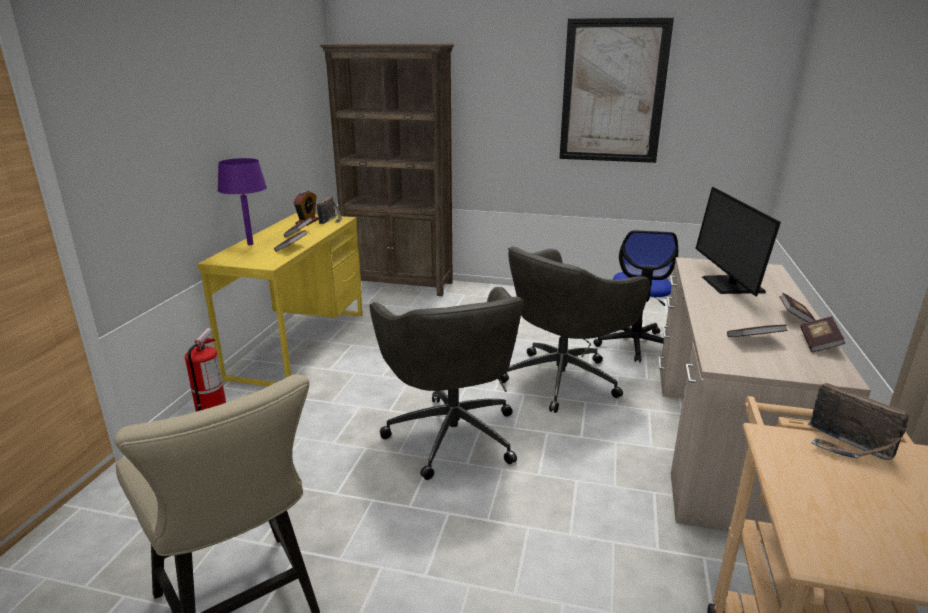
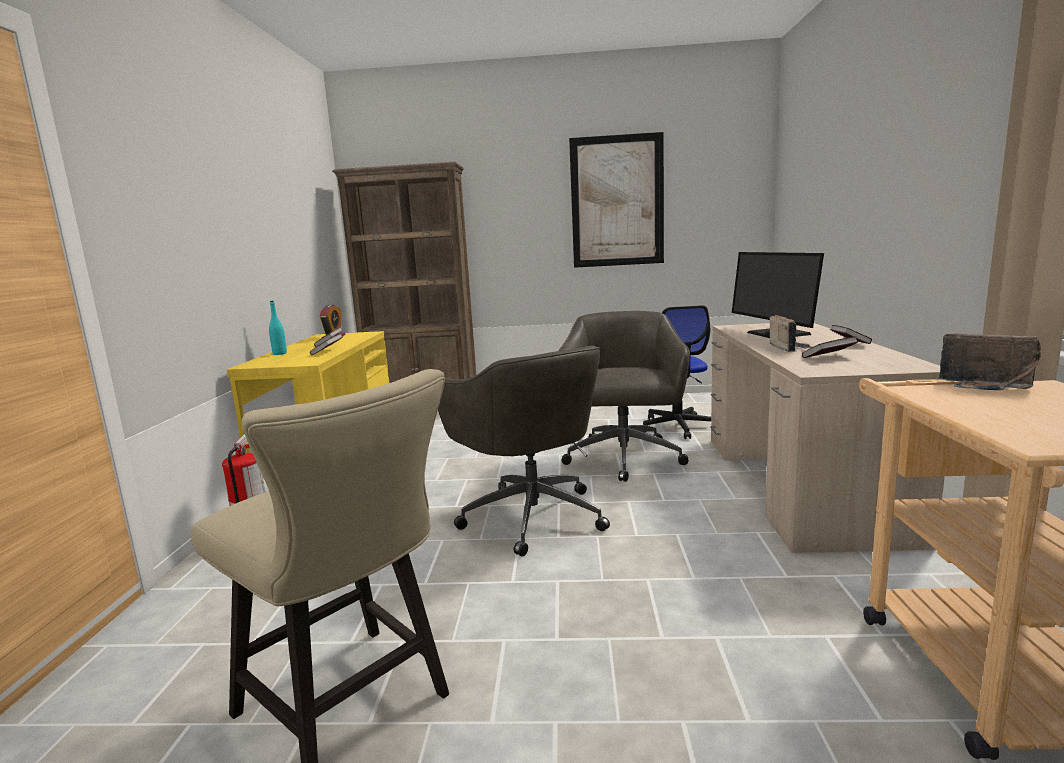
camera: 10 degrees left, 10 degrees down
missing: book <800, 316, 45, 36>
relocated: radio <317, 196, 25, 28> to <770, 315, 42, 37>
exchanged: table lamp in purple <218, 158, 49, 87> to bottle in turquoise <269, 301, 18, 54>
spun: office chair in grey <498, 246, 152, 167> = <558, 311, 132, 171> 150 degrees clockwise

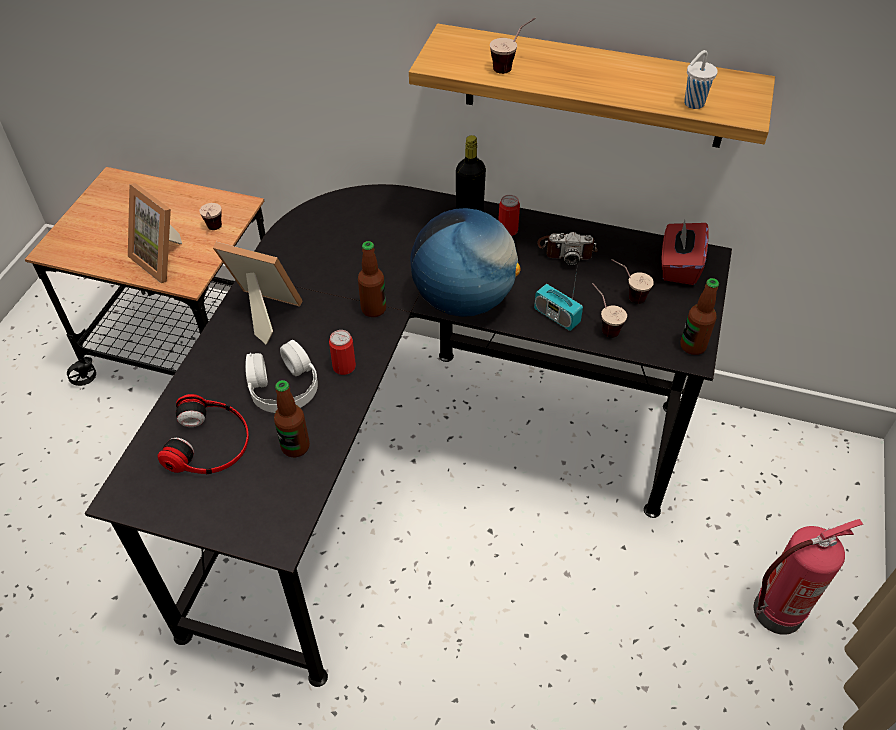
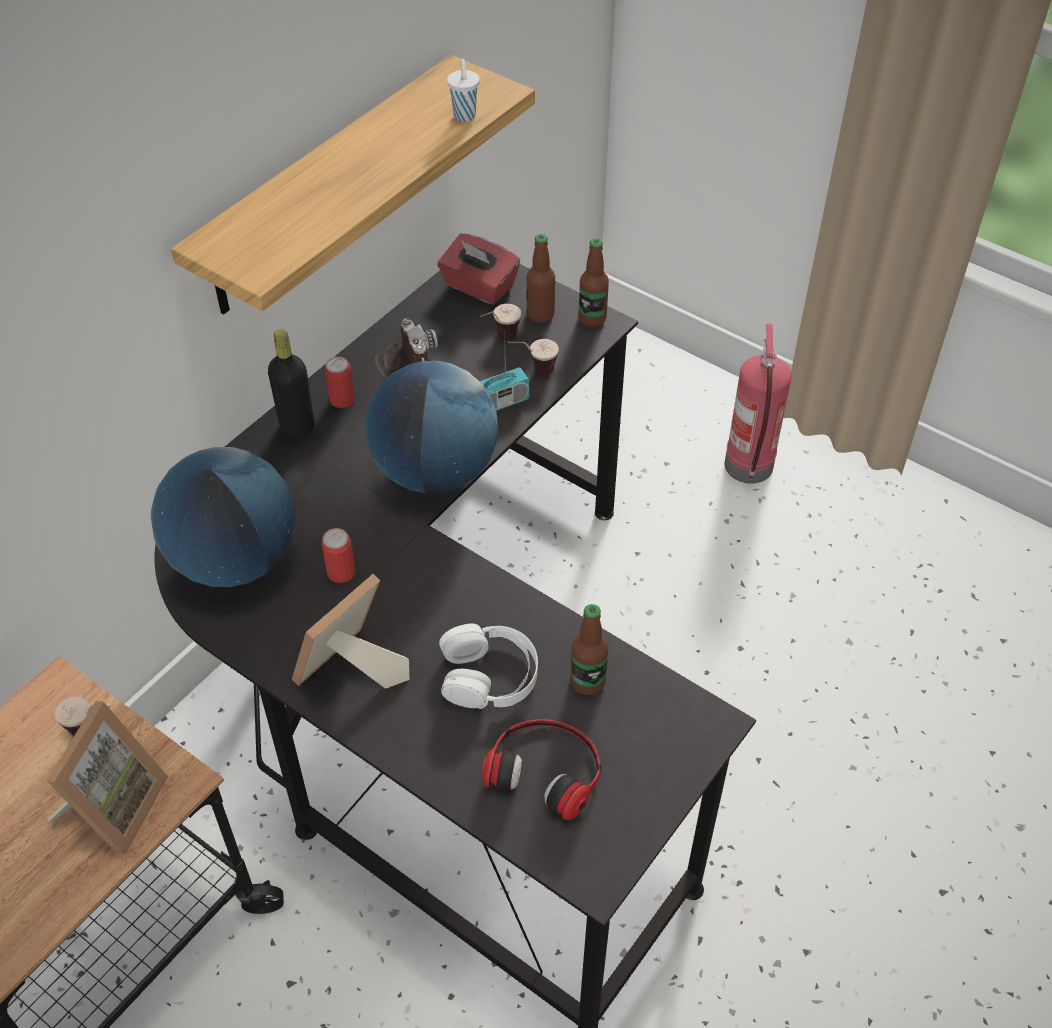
camera: 70 degrees left, 0 degrees up
missing: cup <490, 18, 46, 56>
appeared: globe <151, 447, 144, 140>
relocated: can <329, 330, 27, 45> to <322, 528, 34, 55>; bottle <358, 241, 28, 76> to <526, 234, 29, 88>
spun: picture frame <128, 183, 54, 100> = <47, 701, 121, 154> 45 degrees counterclockwise; photo camera <537, 232, 61, 33> = <374, 318, 65, 61> 45 degrees counterclockwise

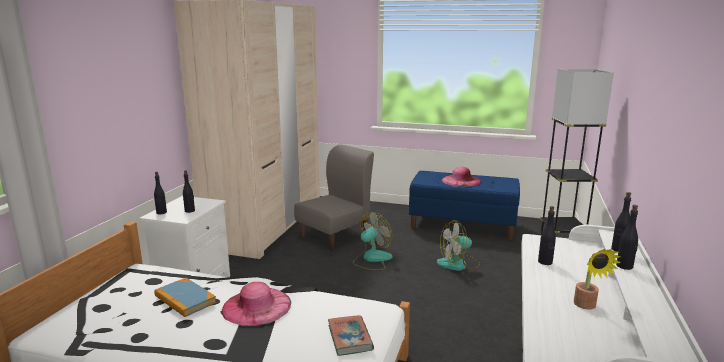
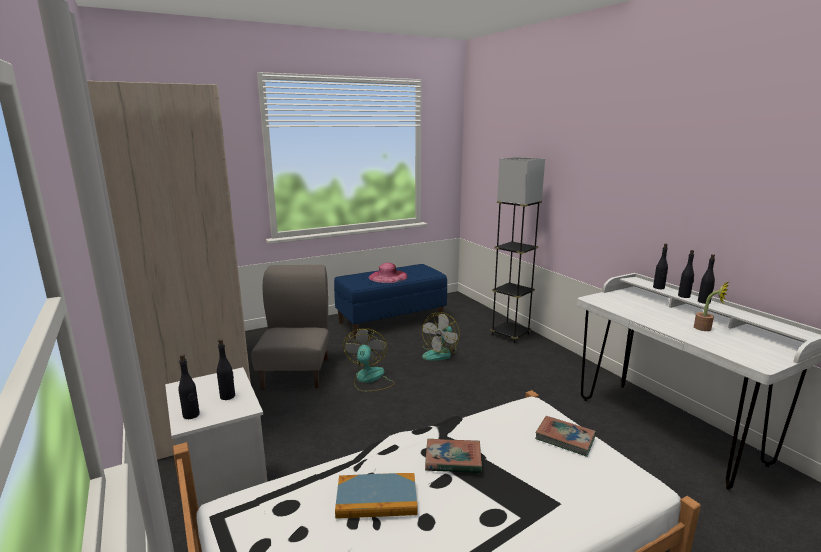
camera: 45 degrees left, 0 degrees up
relocated: bottle in black <538, 206, 18, 59> to <698, 254, 17, 50>
exchanged: hat in pink <222, 282, 69, 44> to book <425, 439, 57, 34>

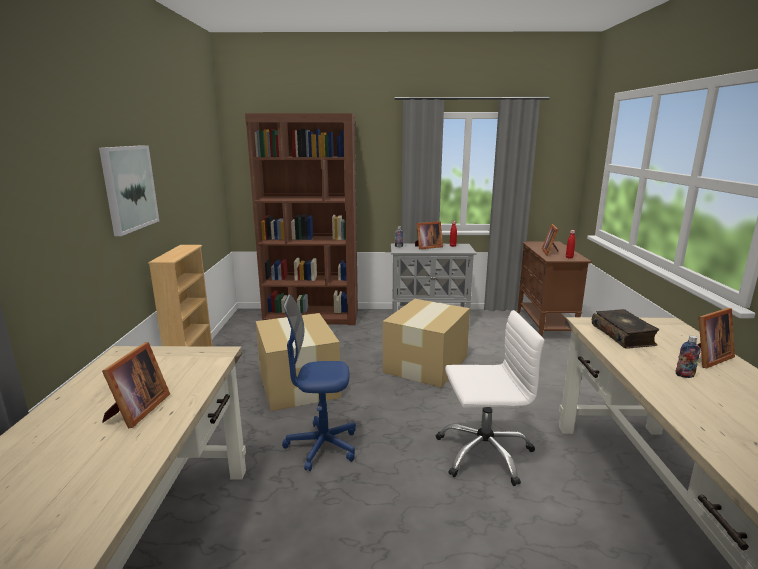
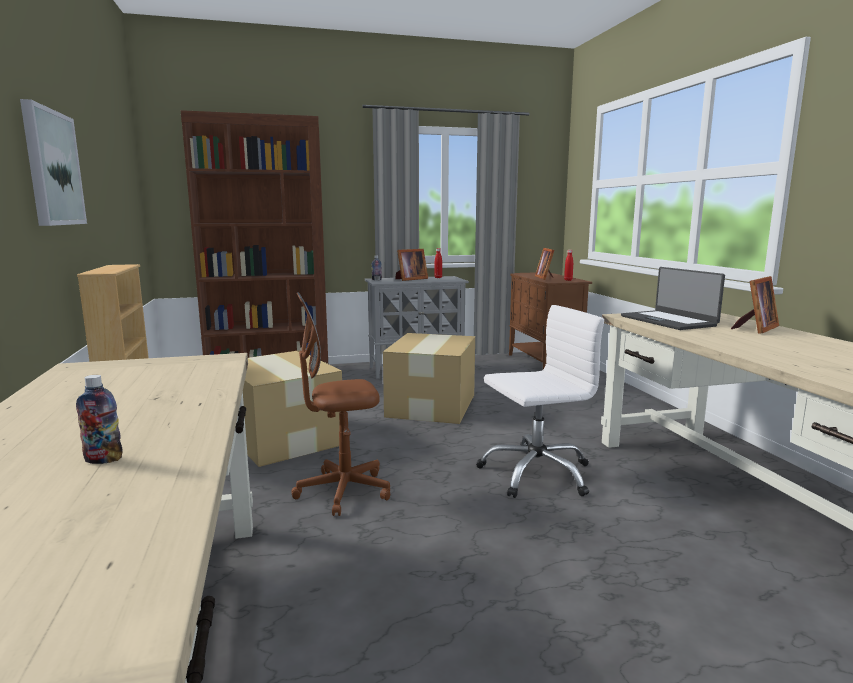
camera: 15 degrees left, 5 degrees down
missing: picture frame <102, 342, 68, 87>
relocated: bottle <676, 335, 25, 43> to <76, 375, 47, 89>
exchanged: book <592, 309, 67, 39> to laptop <621, 267, 104, 63>
colour: office chair in blue <282, 294, 74, 177> to office chair in brown <291, 292, 99, 224>

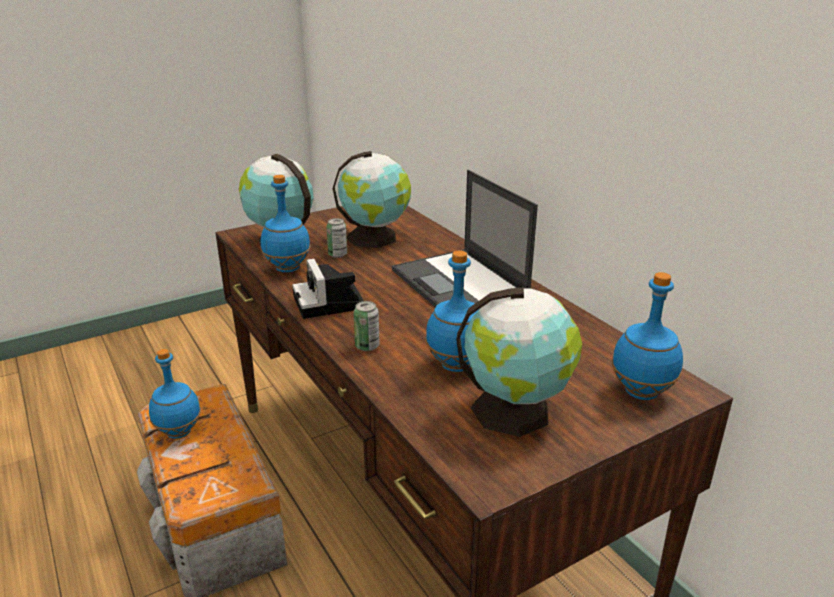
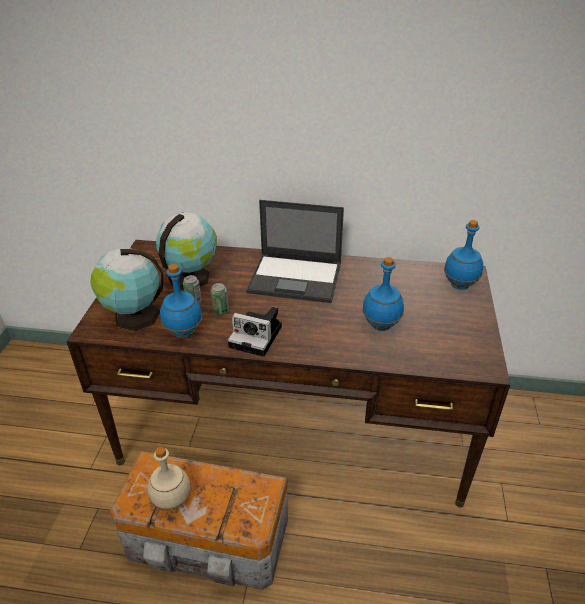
camera: 50 degrees left, 10 degrees up
missing: globe <456, 288, 126, 149>
relocated: can <353, 301, 26, 50> to <210, 283, 19, 32>
colour: bottle in blue <149, 349, 52, 90> to bottle in beige <148, 447, 43, 64>

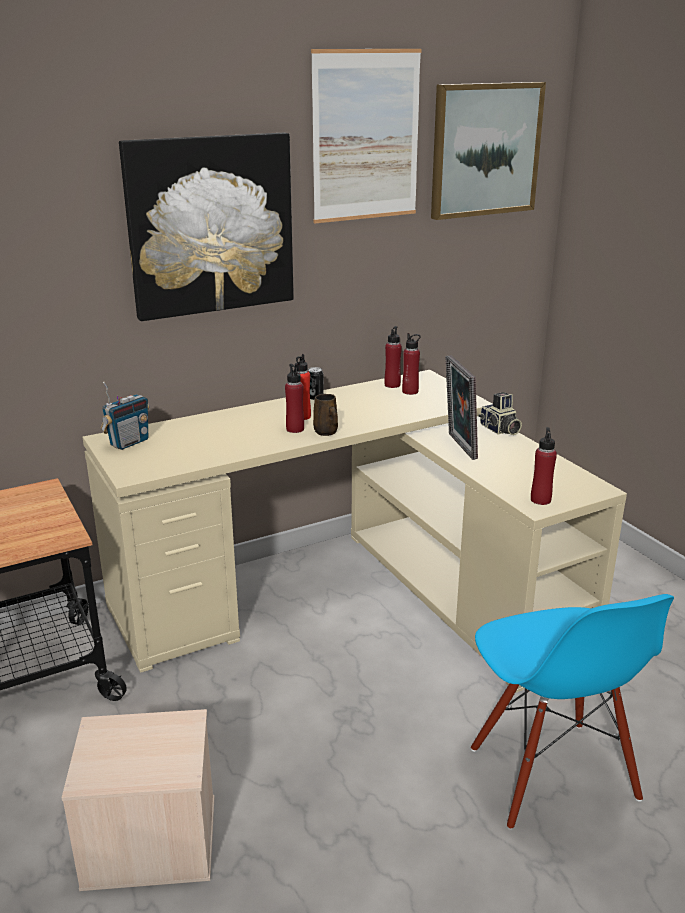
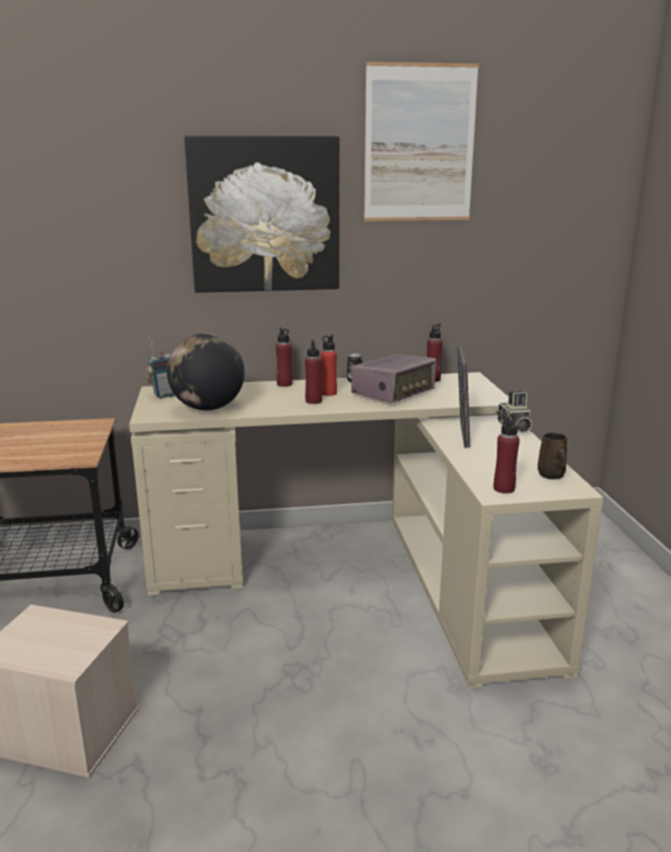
camera: 20 degrees right, 5 degrees down
missing: picture <431, 82, 115, 138>; chair in blue <471, 594, 203, 236>
appeared: globe <167, 333, 78, 78>; radio <351, 354, 86, 49>
relocated: mug in brown <313, 394, 25, 42> to <538, 432, 29, 47>; bottle in red <402, 333, 19, 62> to <276, 328, 16, 59>

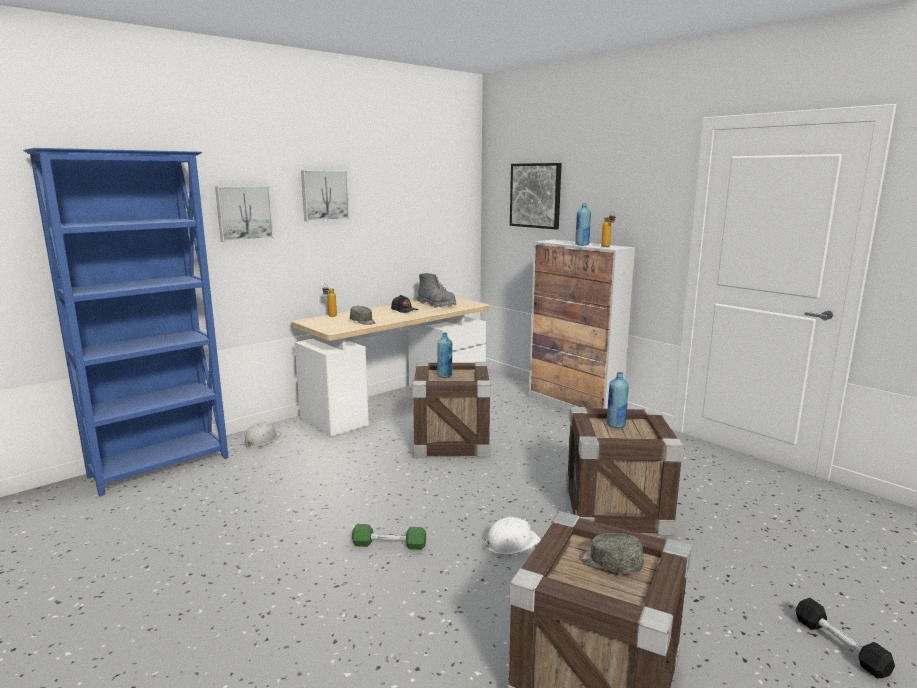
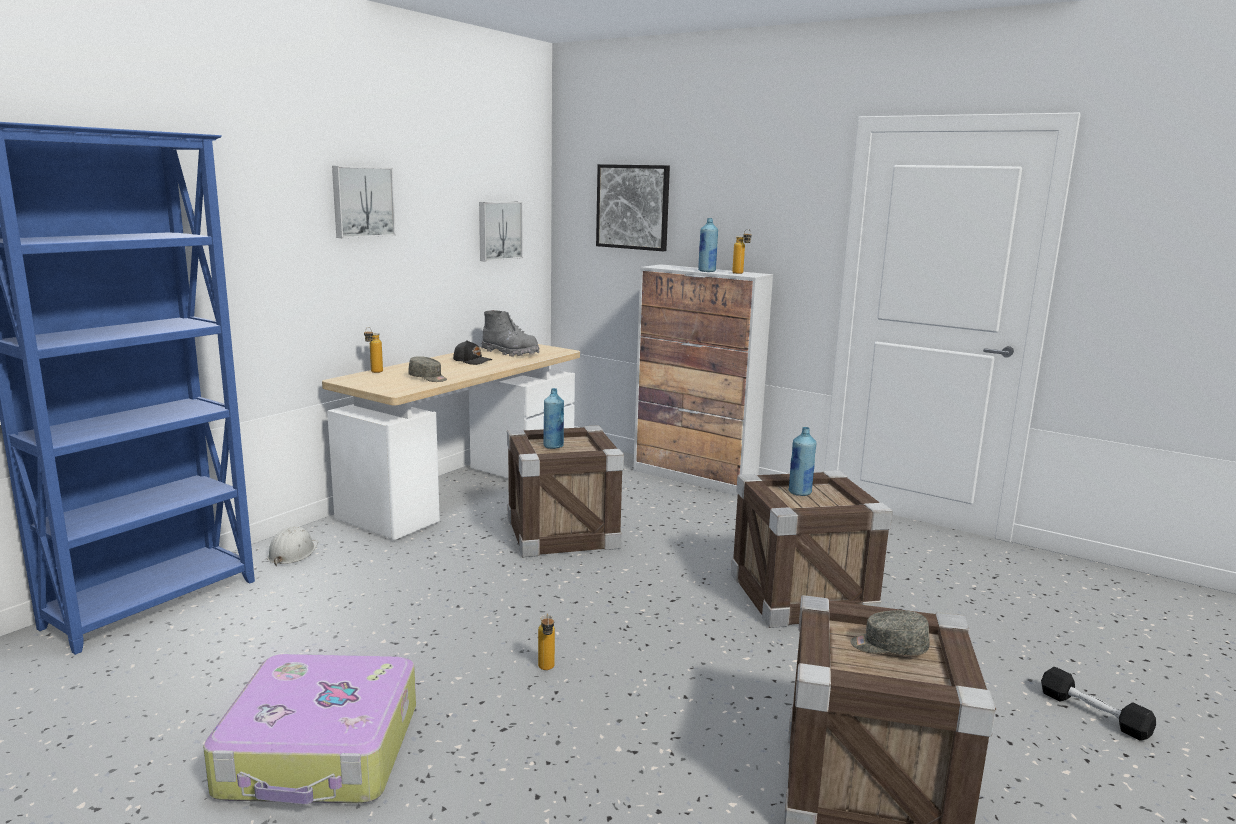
camera: 15 degrees left, 0 degrees up
missing: hard hat in white <484, 517, 57, 38>
appeared: suitcase <203, 654, 213, 150>
relocated: picture <215, 186, 59, 56> to <479, 202, 44, 60>
exchanged: dumbbell in green <352, 524, 74, 26> to bottle <538, 613, 17, 57>

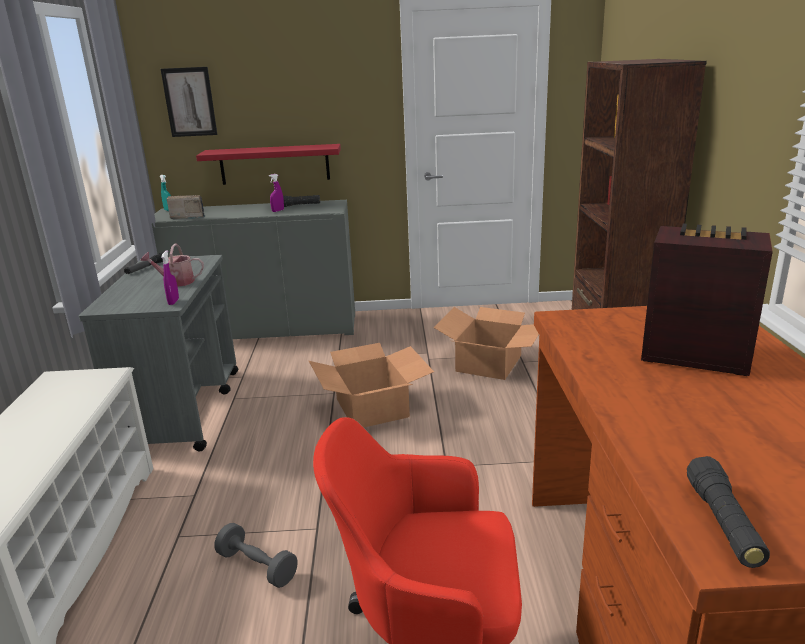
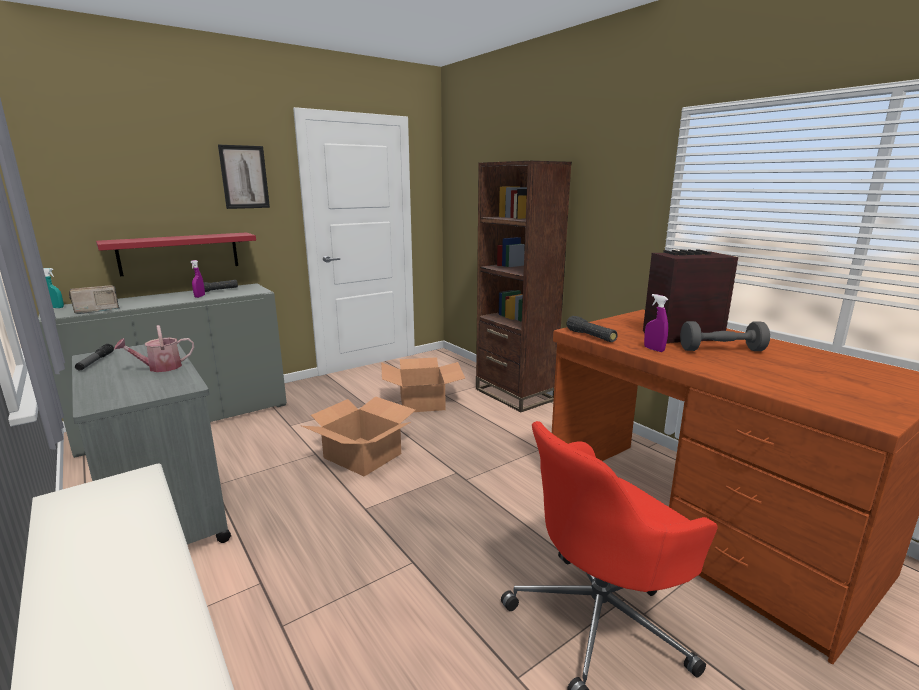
camera: 35 degrees left, 5 degrees down
relocated: picture <161, 67, 56, 70> to <218, 145, 52, 64>; spray bottle in purple <161, 250, 18, 55> to <644, 294, 24, 58>; dumbbell in grey <215, 523, 83, 65> to <680, 321, 90, 30>; flashlight in black <687, 456, 83, 112> to <566, 316, 52, 26>

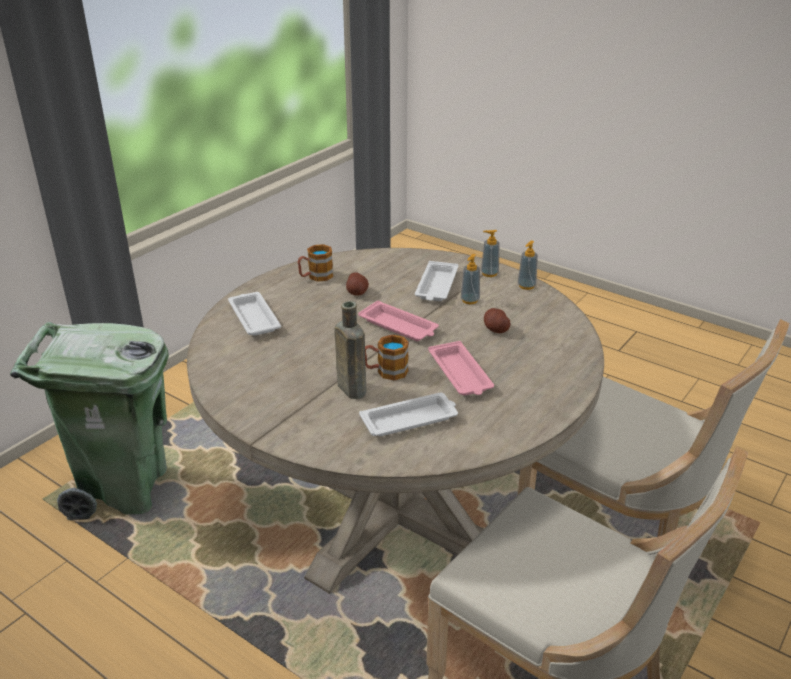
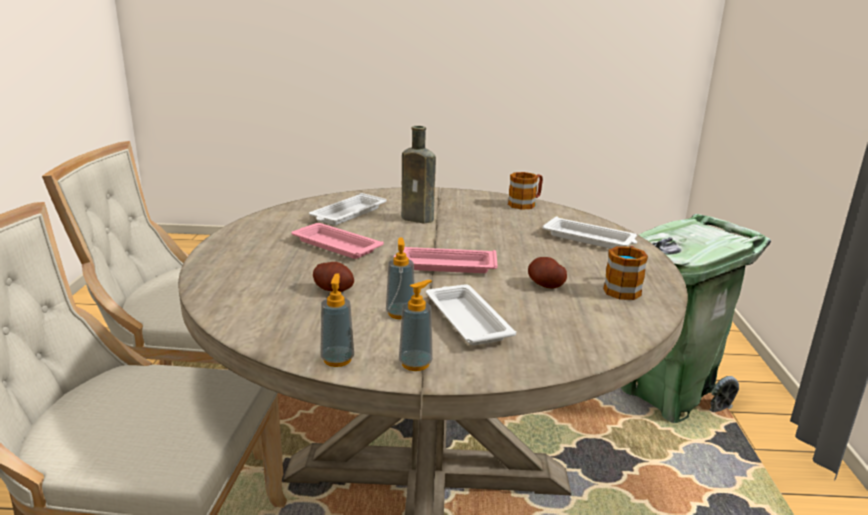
camera: 145 degrees right, 10 degrees down
relocated: mug <365, 335, 44, 45> to <508, 172, 35, 38>

